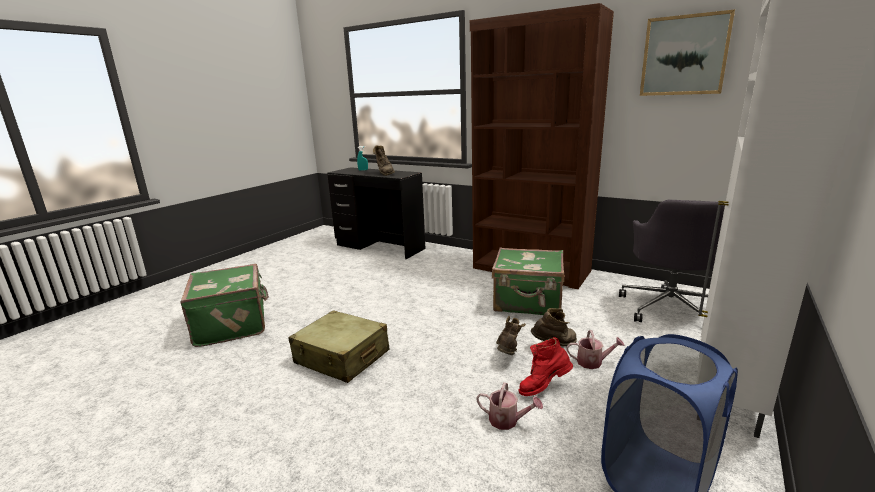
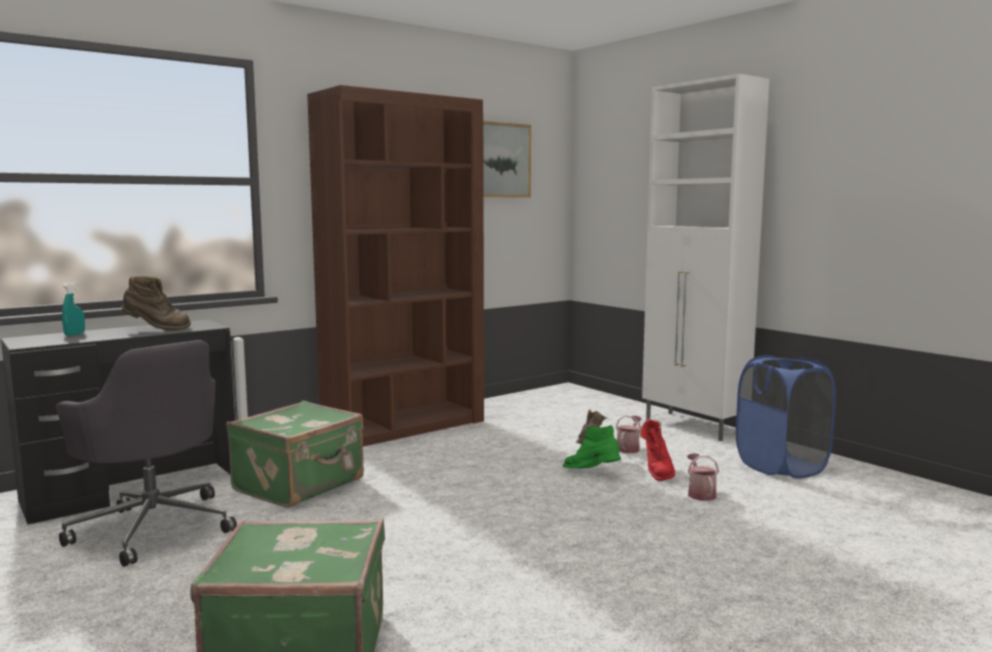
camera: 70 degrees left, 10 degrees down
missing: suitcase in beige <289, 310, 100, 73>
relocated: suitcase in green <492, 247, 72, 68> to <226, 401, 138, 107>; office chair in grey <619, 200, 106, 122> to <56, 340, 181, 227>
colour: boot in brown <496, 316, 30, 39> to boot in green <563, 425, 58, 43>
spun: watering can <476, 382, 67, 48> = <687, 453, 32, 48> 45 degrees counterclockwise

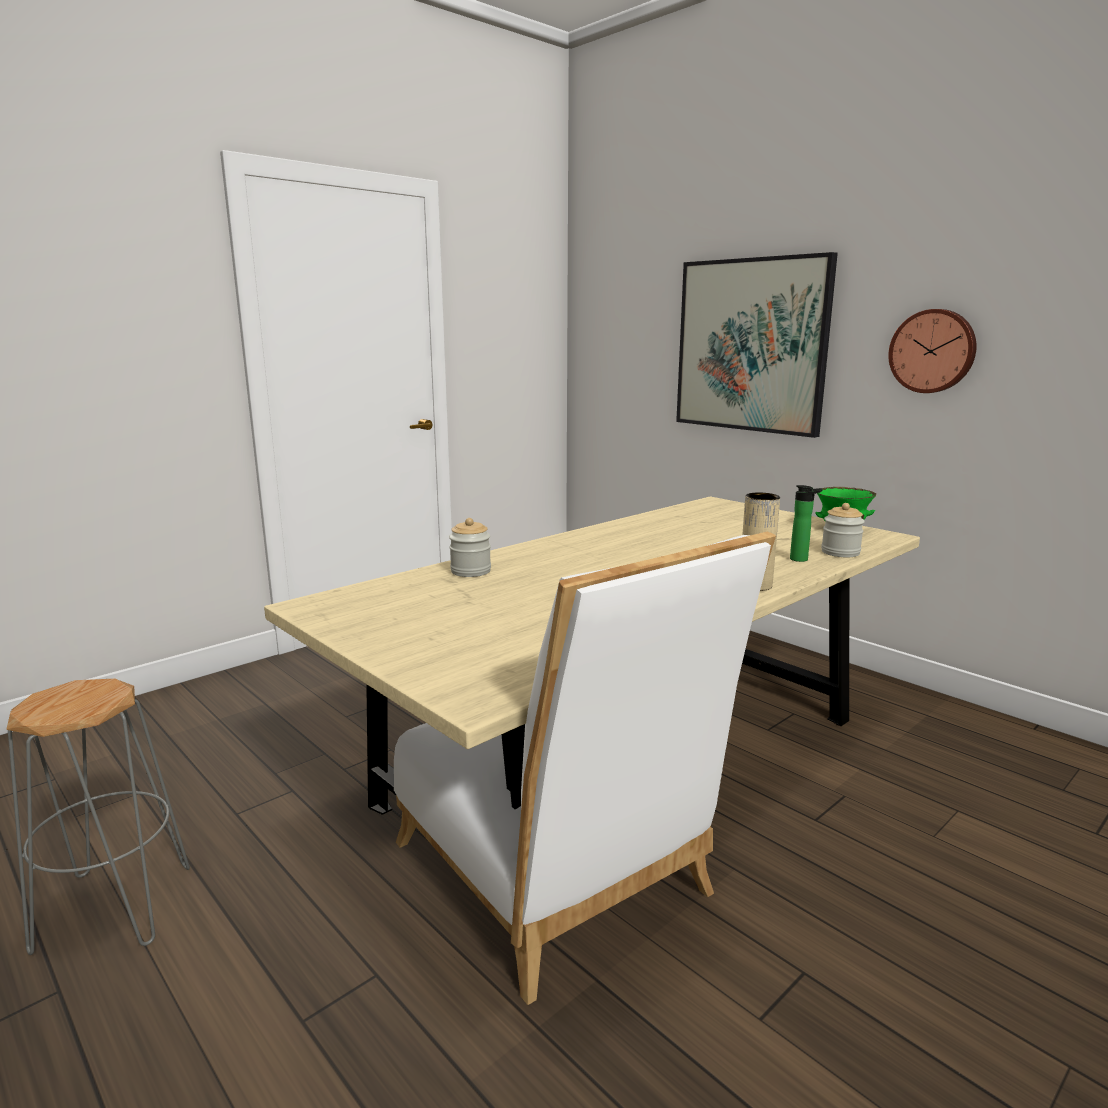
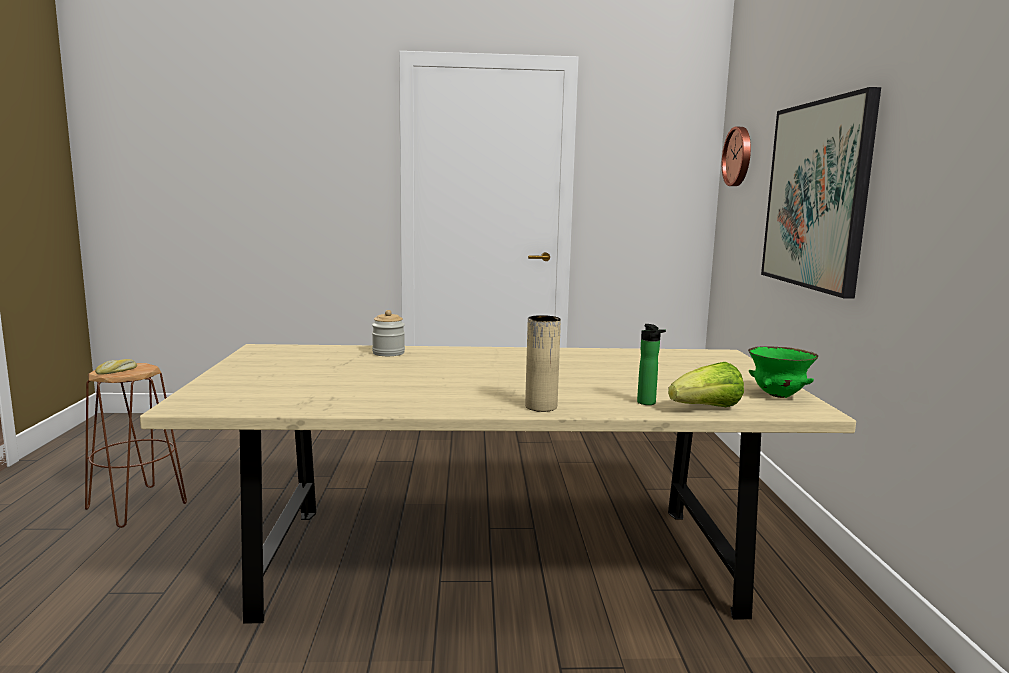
camera: 40 degrees right, 5 degrees down
missing: chair in white <394, 532, 382, 473>
appeared: bread <95, 359, 42, 16>
relocated: wall clock <888, 309, 88, 84> to <722, 127, 29, 59>
exchanged: jar <821, 503, 44, 54> to lettuce <668, 362, 76, 45>
colour: stool in grey <7, 679, 183, 276> to stool in brown <85, 363, 102, 165>

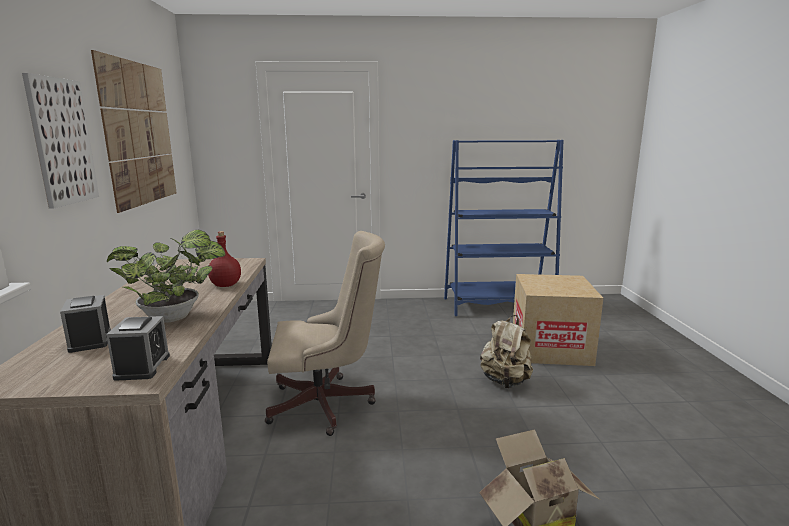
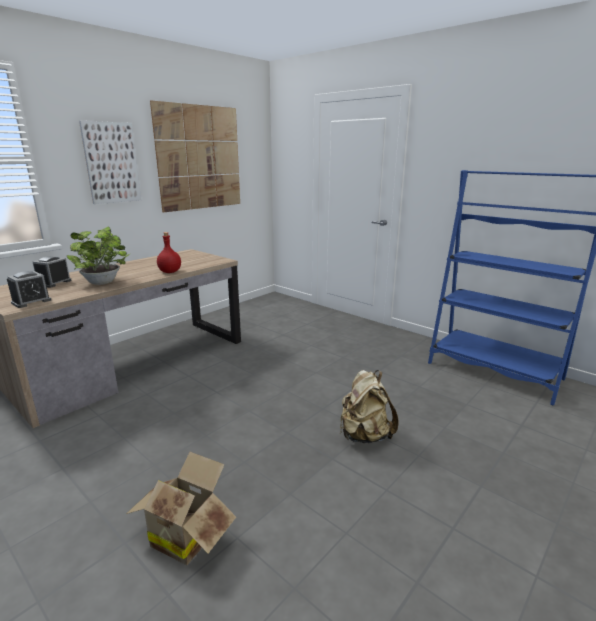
camera: 45 degrees right, 5 degrees up
missing: office chair in beige <265, 231, 120, 205>; cardboard box <513, 274, 91, 92>

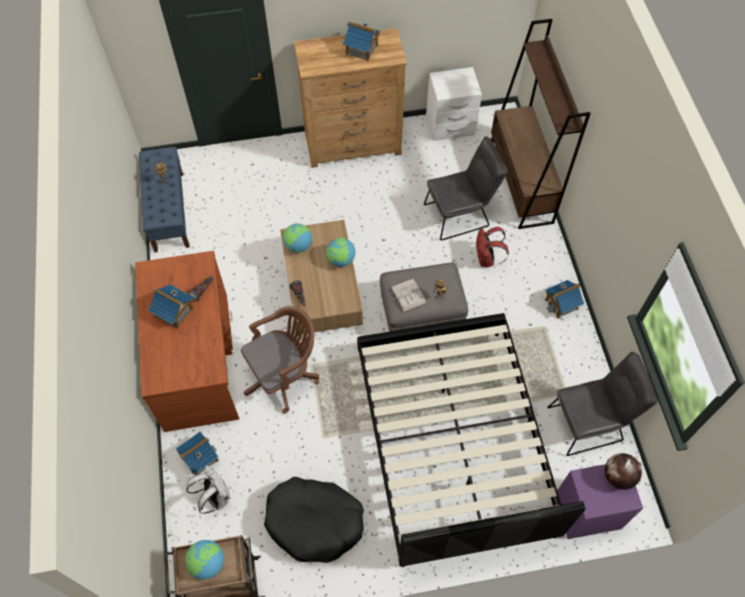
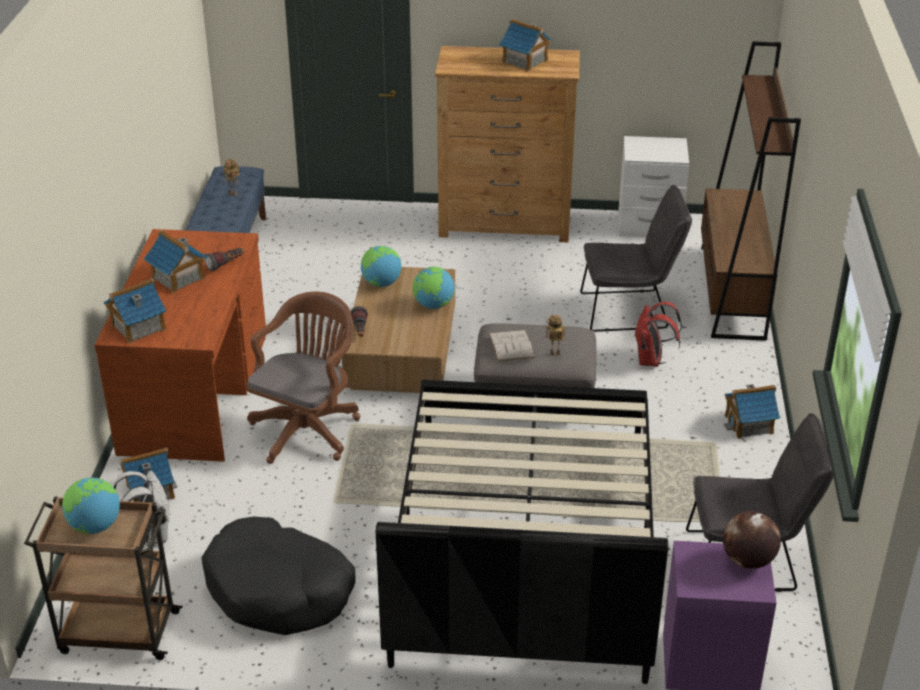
camera: 15 degrees right, 25 degrees down
appeared: toy house <104, 278, 62, 66>
spun: office chair in brown <241, 306, 78, 108> = <246, 292, 114, 172> 45 degrees counterclockwise

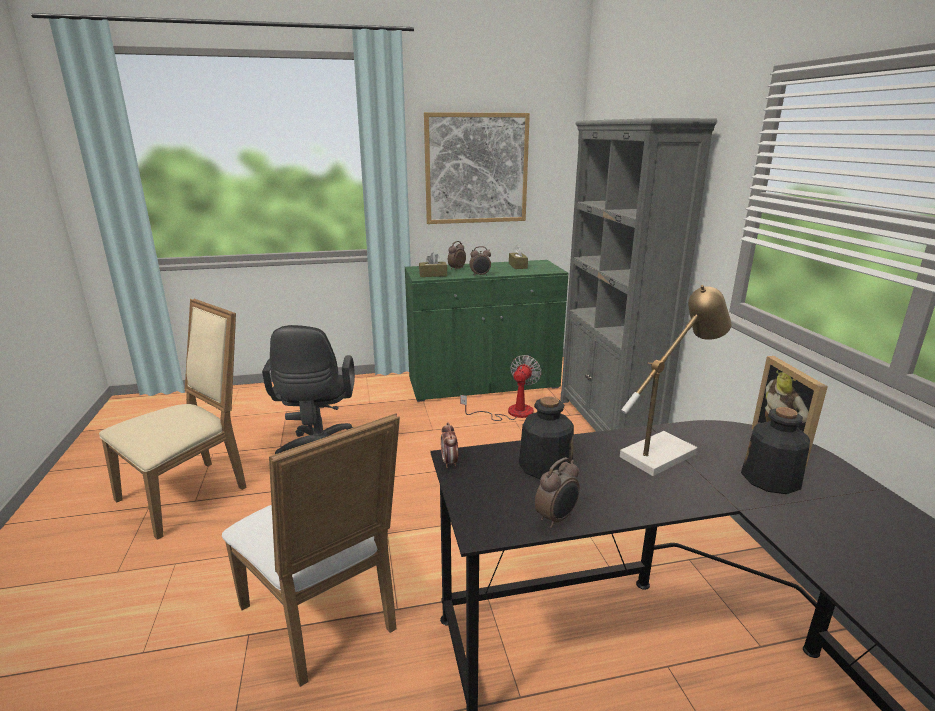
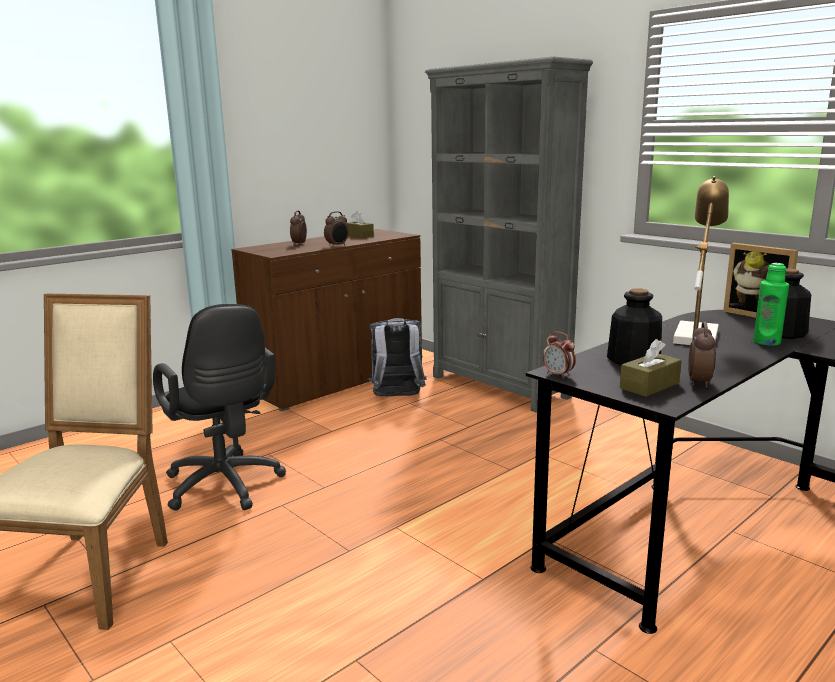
camera: 30 degrees left, 5 degrees down
missing: chair in white <222, 413, 178, 274>; picture <424, 112, 106, 112>
appeared: bottle in green <753, 263, 36, 83>
relocated: tissue box in brown <419, 253, 28, 24> to <620, 339, 62, 58>
exchanged: fan <460, 355, 82, 66> to backpack in grey <368, 318, 58, 78>
colour: cabinet in green <405, 260, 163, 142> to cabinet in brown <231, 229, 191, 182>

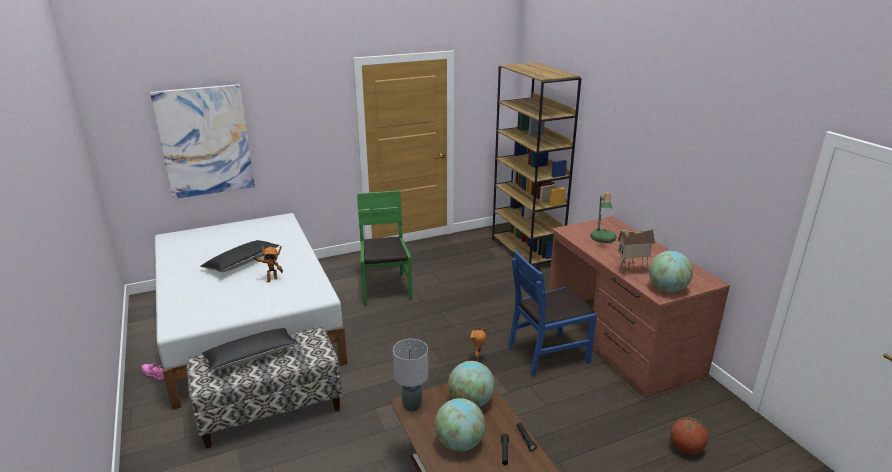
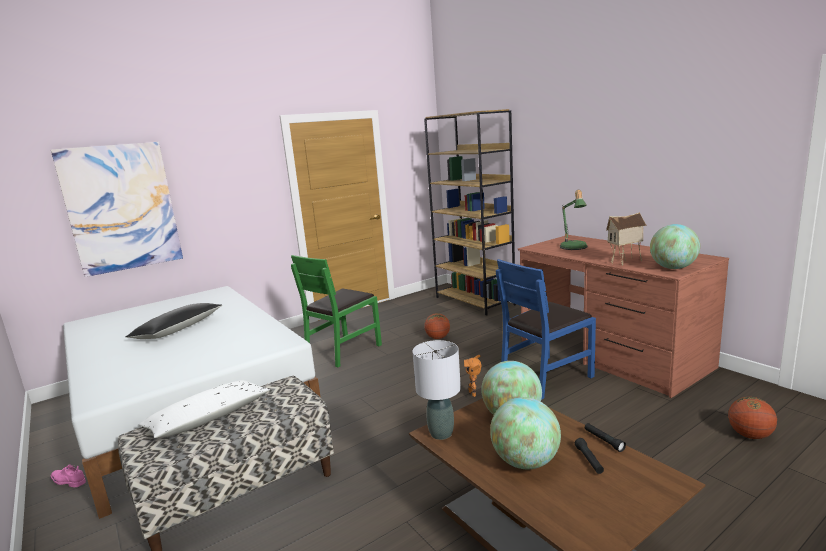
camera: 10 degrees left, 10 degrees down
missing: toy robot <253, 246, 30, 36>
appeared: basketball <424, 313, 26, 26>
colour: pillow in black <202, 328, 96, 43> to pillow in white <139, 380, 131, 58>
spun: chair in green <357, 190, 56, 115> = <291, 255, 91, 112> 120 degrees counterclockwise

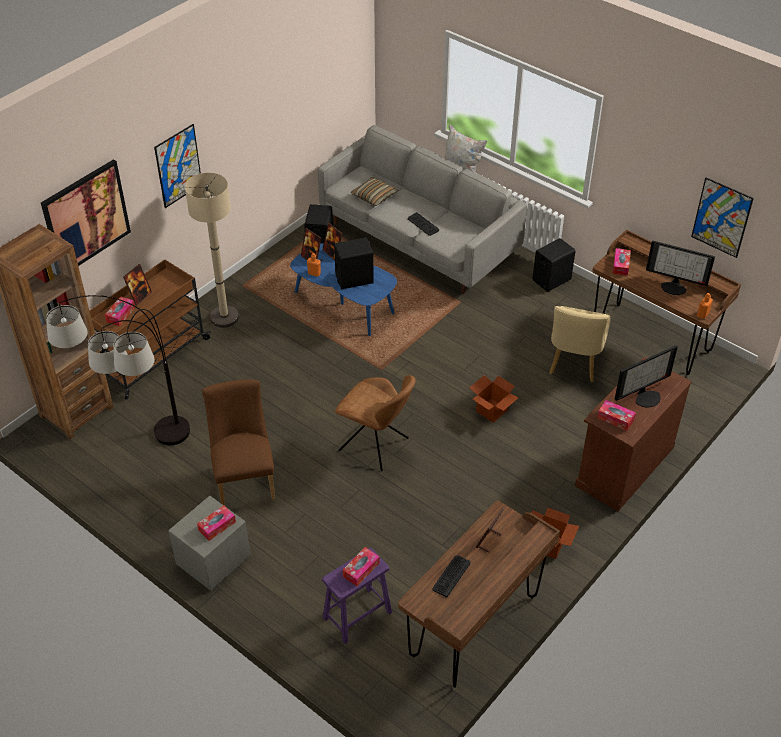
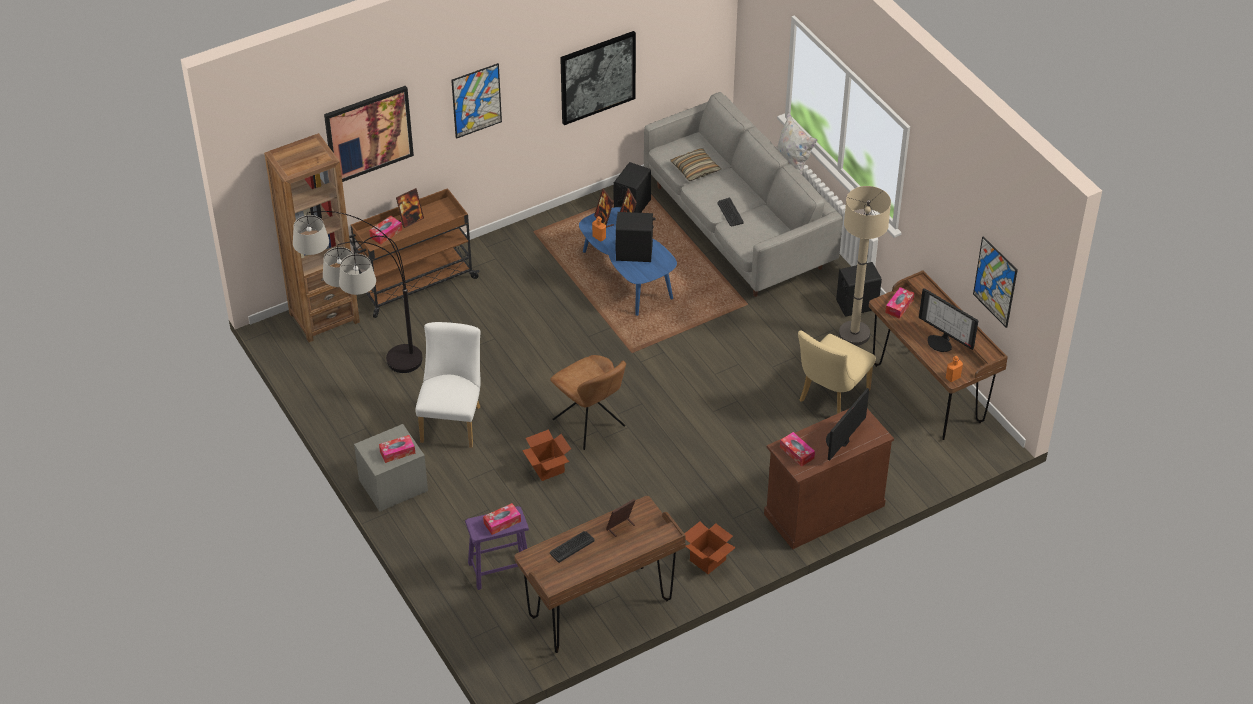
camera: 20 degrees right, 0 degrees up
appeared: picture <560, 31, 76, 94>
relocated: floor lamp in beige <185, 173, 54, 155> to <839, 186, 52, 159>; cardboard box <469, 375, 50, 48> to <522, 429, 49, 52>
colour: chair in brown <202, 379, 73, 127> to chair in white <415, 322, 66, 126>
spun: monitor <615, 345, 63, 63> = <826, 388, 43, 72> 135 degrees clockwise

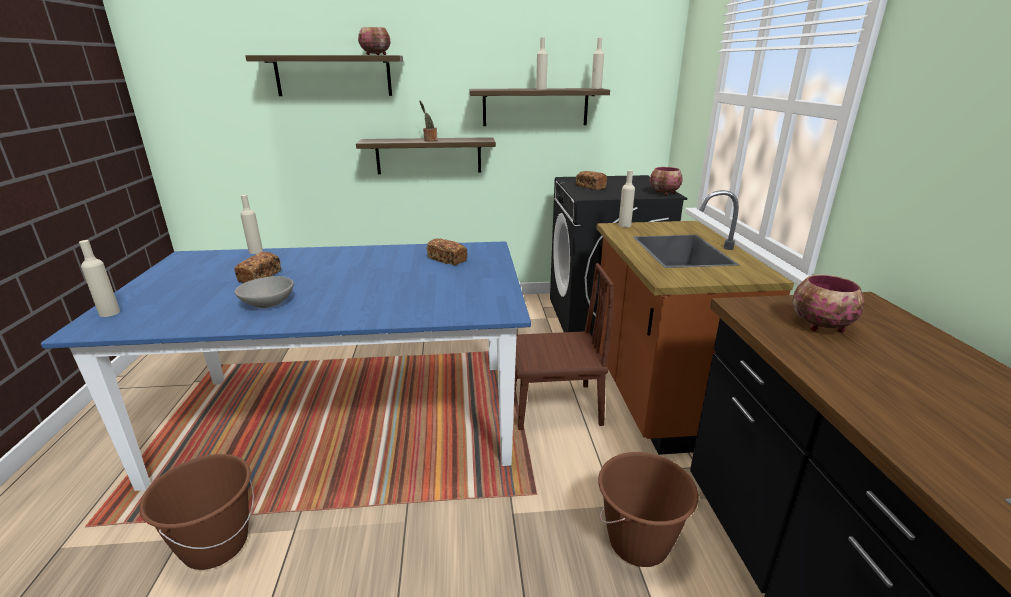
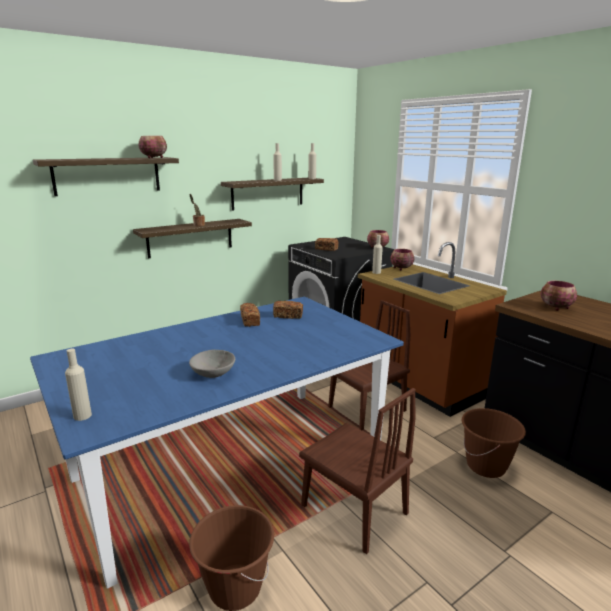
camera: 30 degrees left, 5 degrees down
missing: bottle in beige <240, 195, 23, 59>
appeared: chair in brown <299, 388, 117, 166>; bowl <390, 249, 25, 21>
relocated: bread <235, 252, 46, 31> to <240, 303, 20, 24>

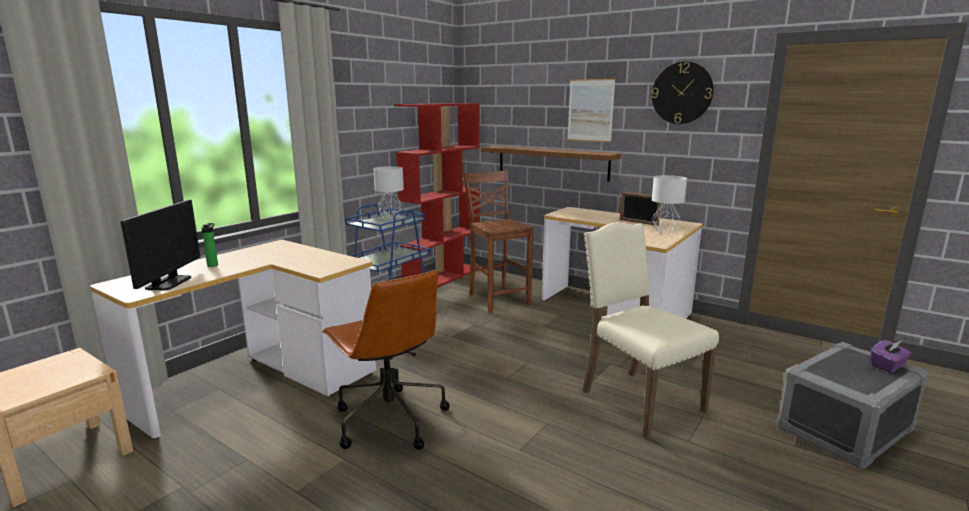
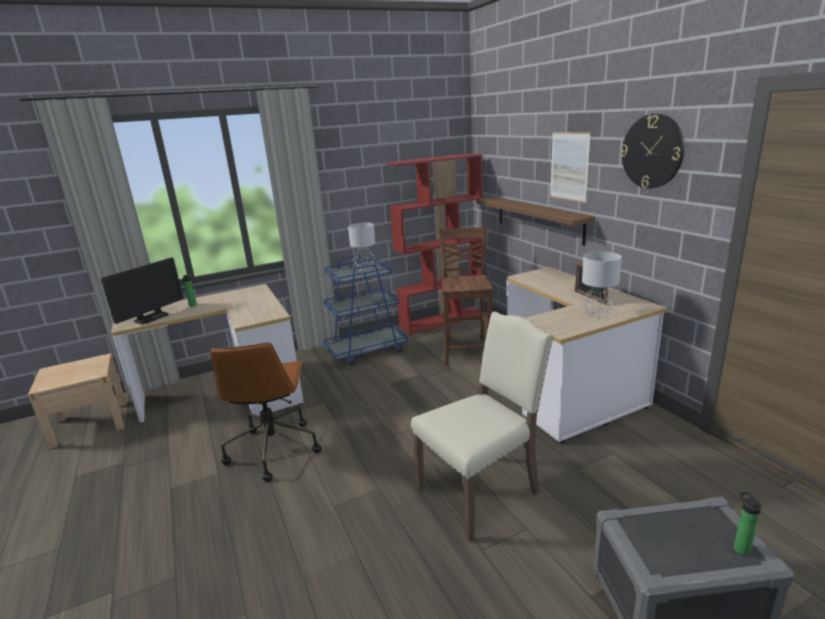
camera: 30 degrees right, 5 degrees up
exchanged: tissue box in purple <870, 340, 42, 32> to bottle <734, 492, 27, 63>
spun: chair in beige <582, 222, 137, 217> = <411, 312, 143, 230> 60 degrees clockwise

